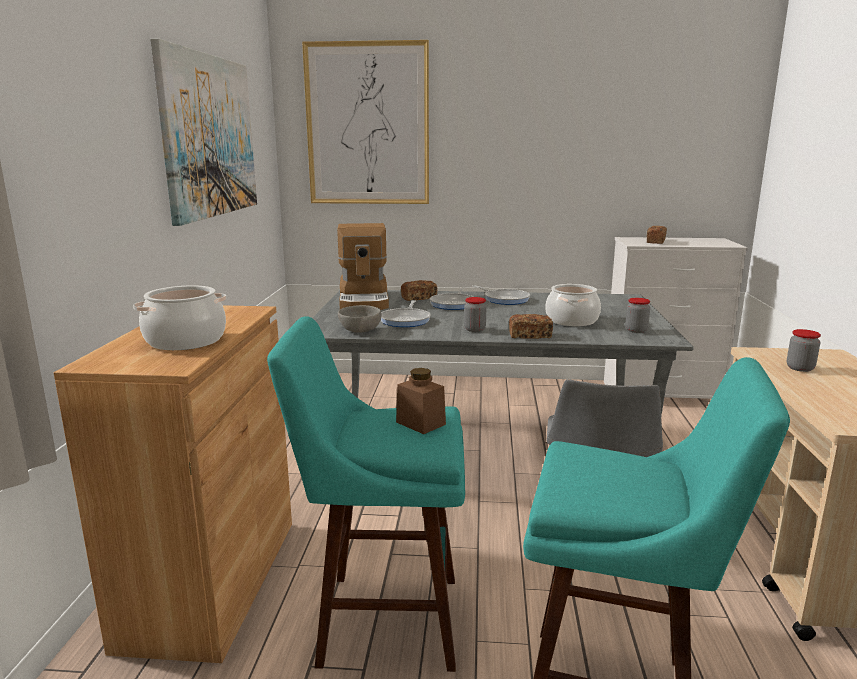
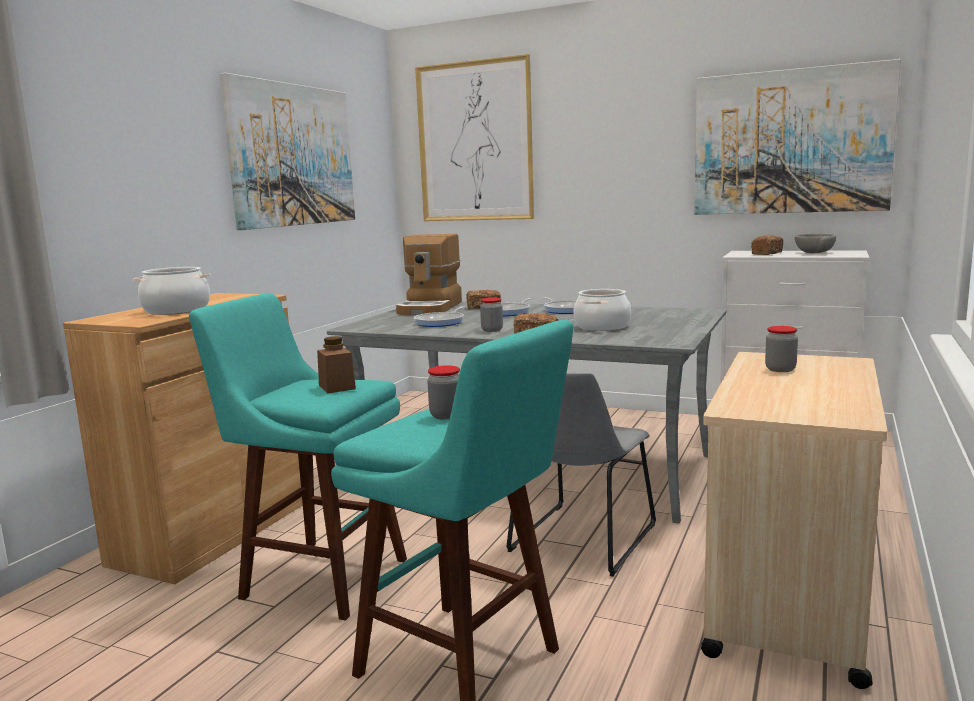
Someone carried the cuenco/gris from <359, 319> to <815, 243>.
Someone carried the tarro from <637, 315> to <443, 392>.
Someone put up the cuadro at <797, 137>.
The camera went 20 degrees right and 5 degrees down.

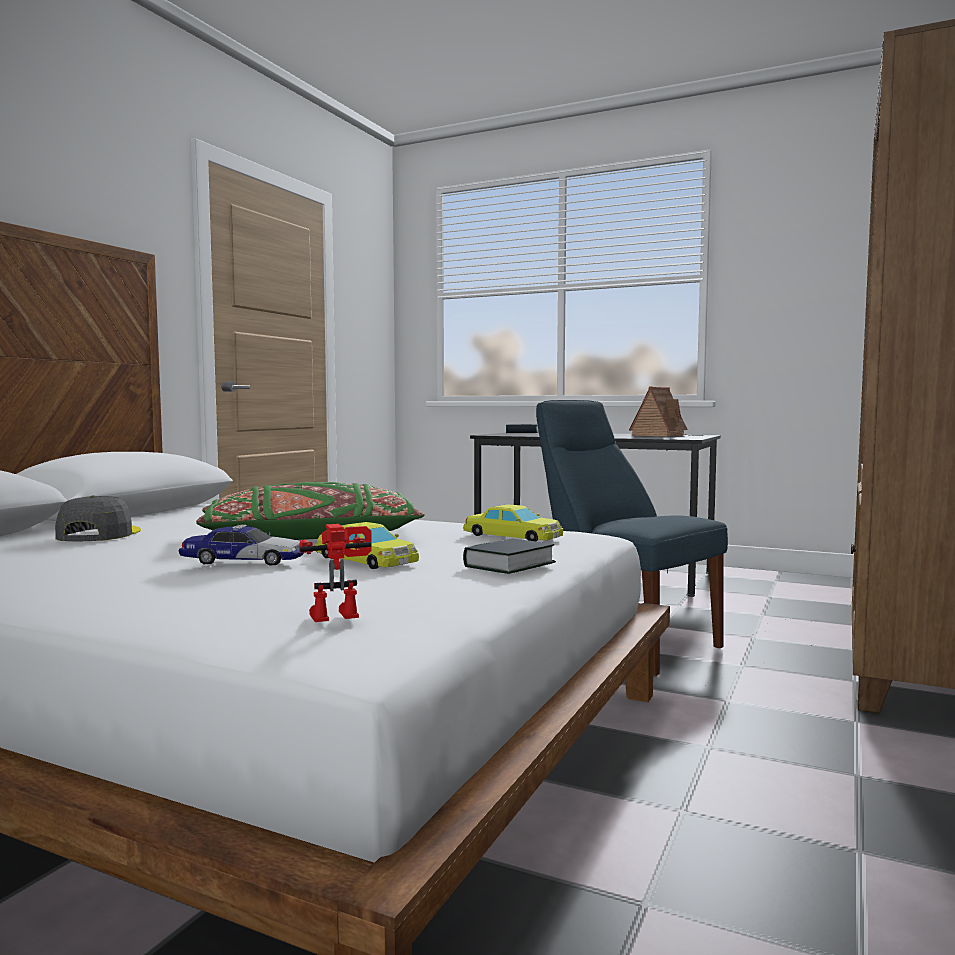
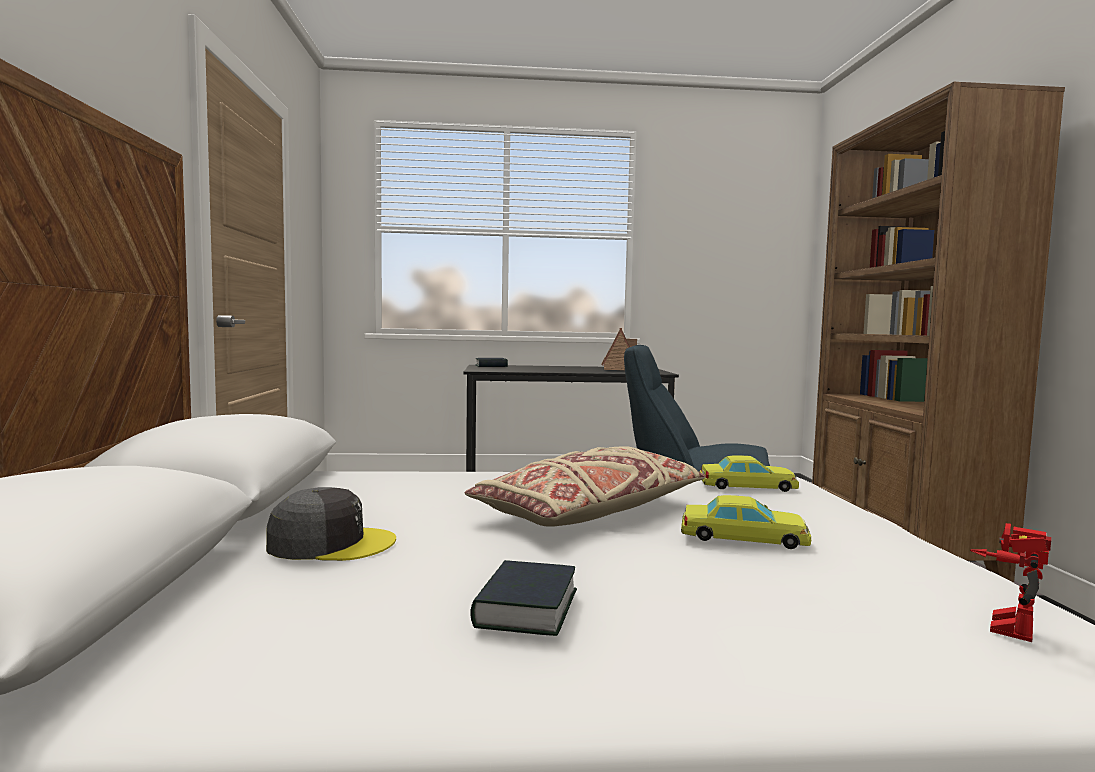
Someone rotated the gorra/gris at <98, 518> by 120 degrees clockwise.
Someone took away the coche de juguete at <241, 545>.
Someone repainted the cojín/verde at <310, 511>, which became the cojín/beis at <585, 486>.
Someone carried the libro from <509, 556> to <523, 598>.
The camera went 30 degrees left and 0 degrees up.

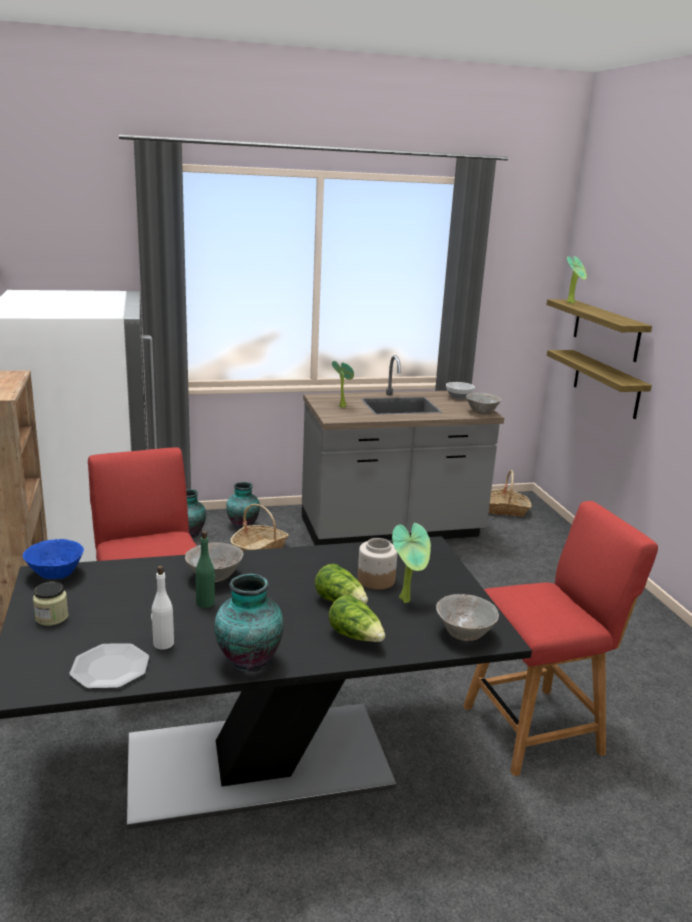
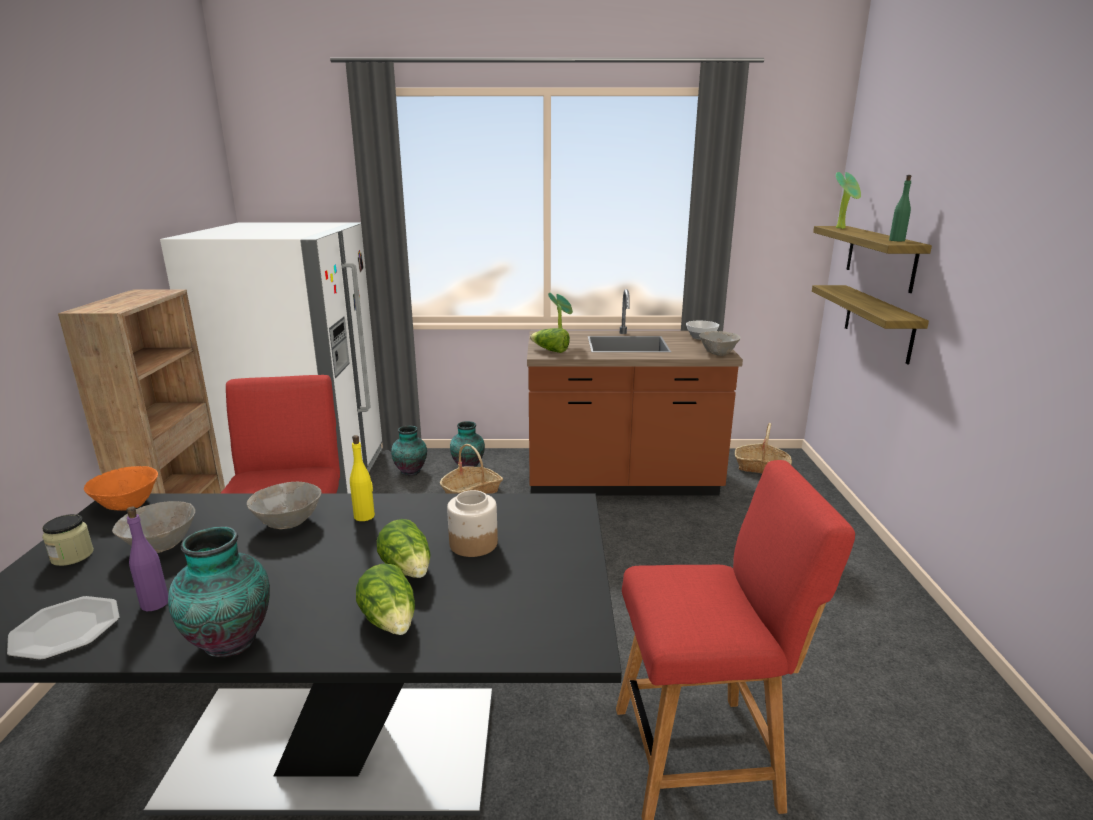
Someone repainted the cuenco/azul at <53, 559>, which became the cuenco/naranja at <121, 488>.
Someone repainted the botella/blanco at <162, 608>, which became the botella/morado at <147, 559>.
Someone carried the botella/verde from <205, 569> to <900, 208>.
Someone repainted the mueble bajo de cocina/gris at <403, 450>, which became the mueble bajo de cocina/marrón at <635, 392>.
Someone took away the planta en maceta at <411, 563>.
Someone carried the cuenco/gris from <467, 617> to <153, 527>.
Someone put down the botella/amarillo at <362, 478>.
Someone put down the lechuga at <550, 340>.
The camera went 15 degrees right and 0 degrees up.

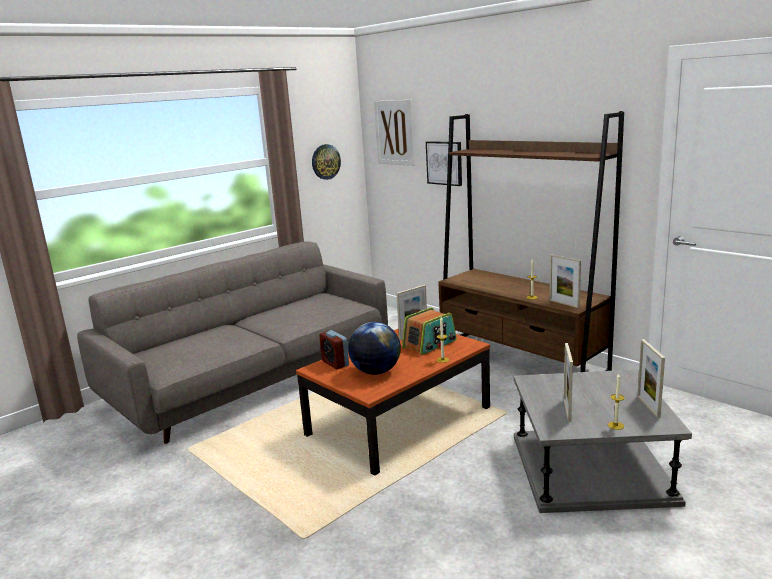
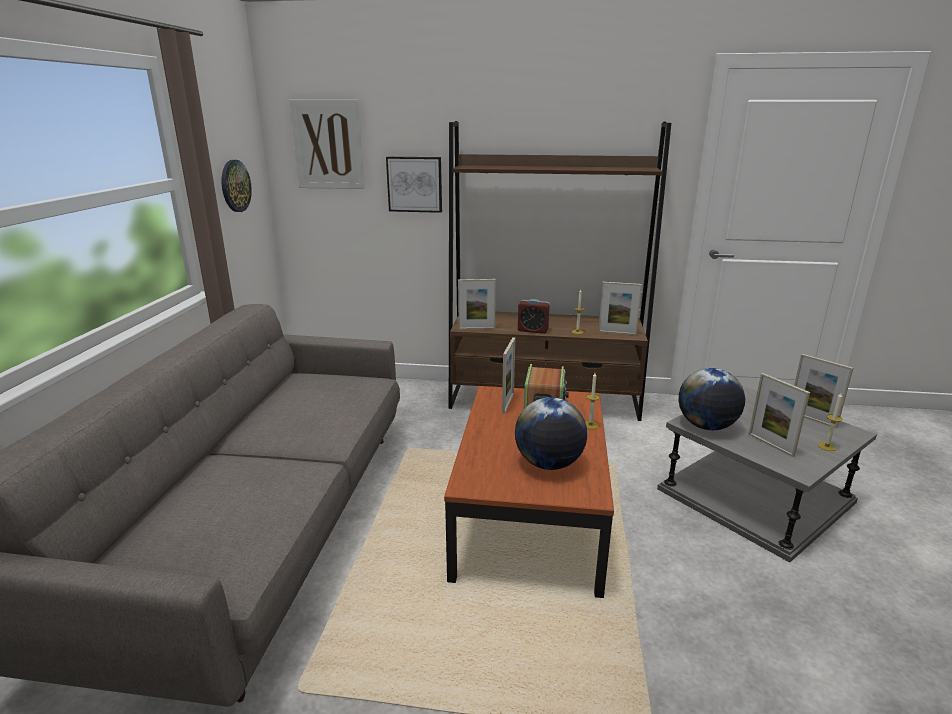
Someone carried the despertador from <334, 349> to <534, 316>.
Someone put down the portarretratos at <477, 304>.
Someone put down the globo terráqueo at <712, 399>.
The camera went 40 degrees left and 5 degrees up.

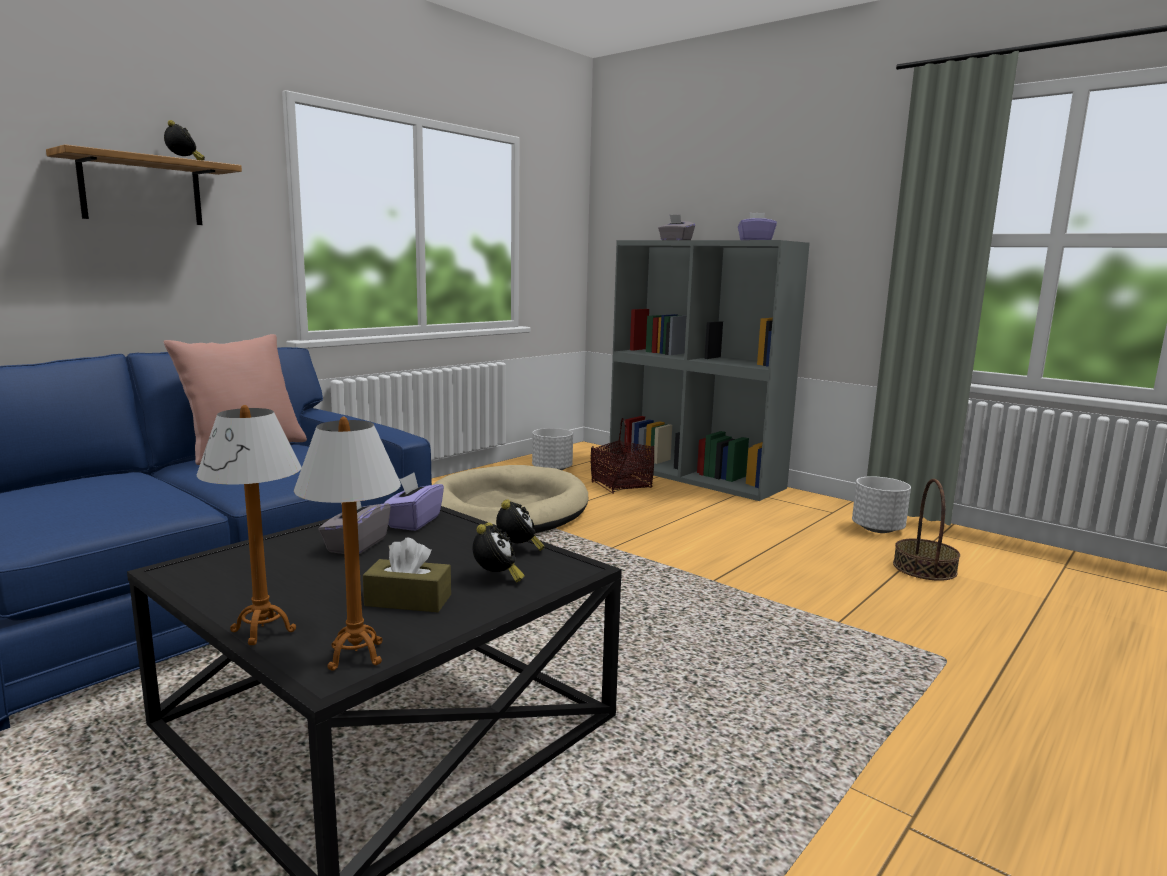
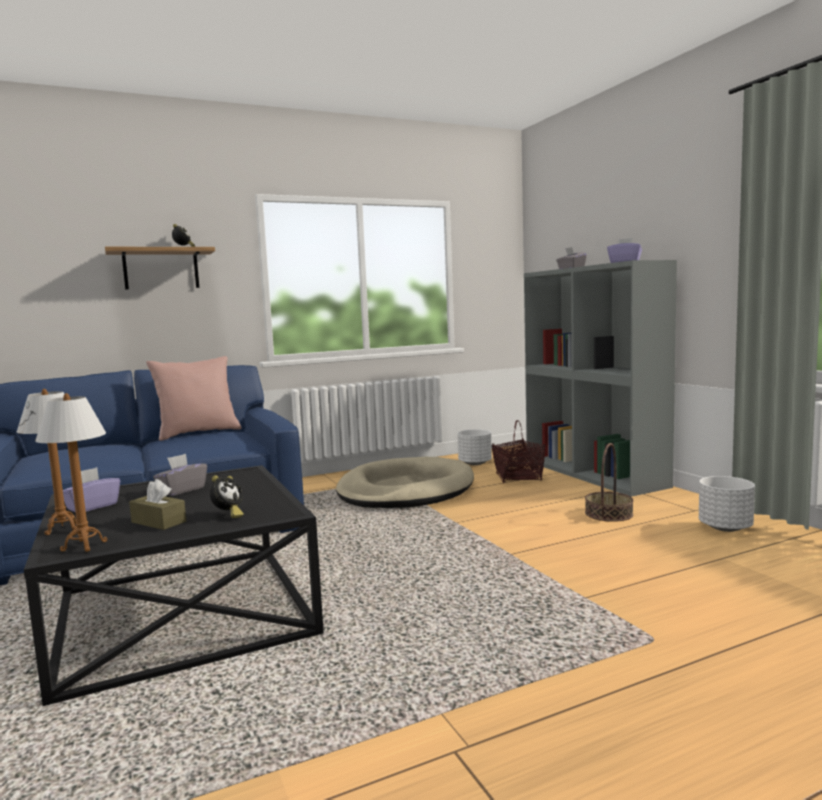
Someone carried the caja de pañuelos/morado from <413, 501> to <91, 490>.
Someone took away the despertador at <520, 525>.
Someone carried the cesta from <926, 530> to <609, 482>.
The camera went 25 degrees right and 5 degrees down.

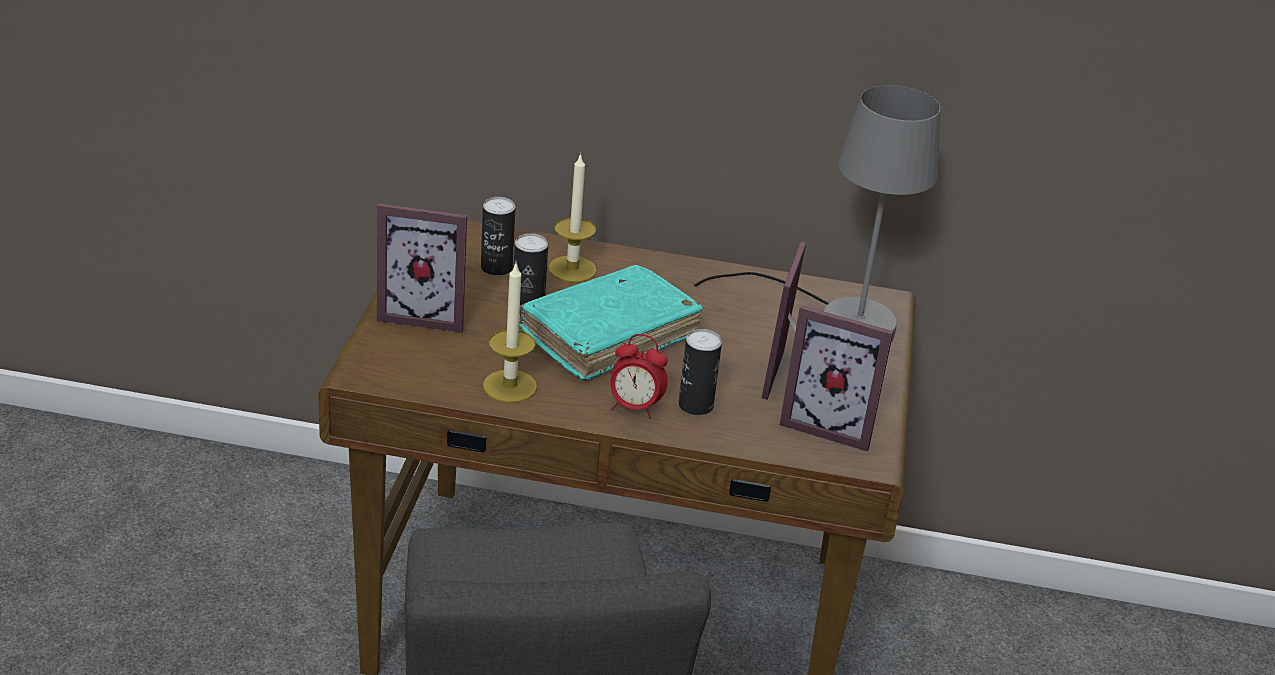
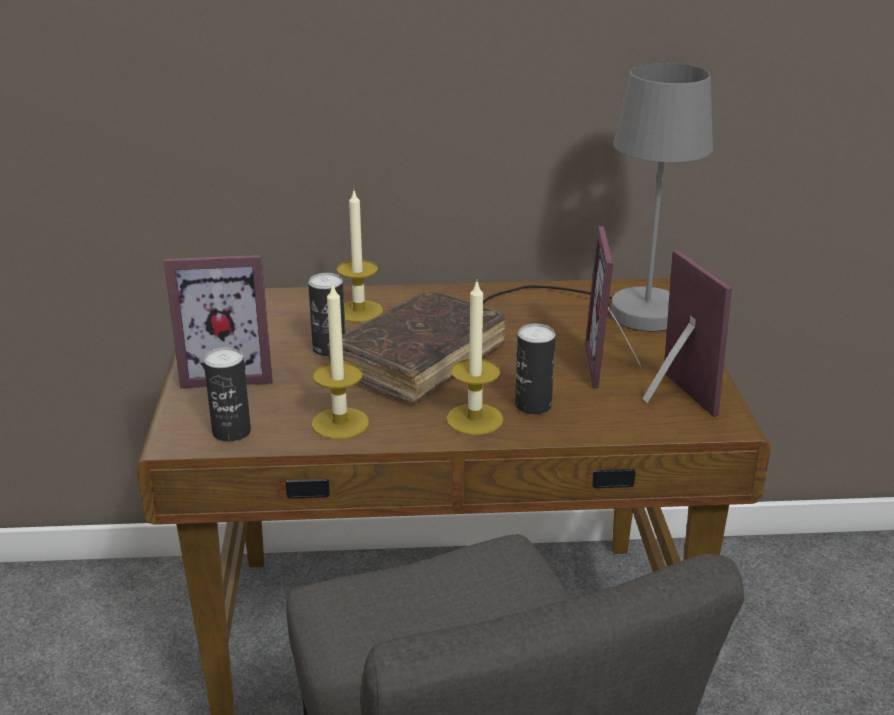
Someone carried the lata from <498, 236> to <227, 394>.
Someone repainted the libro/turquesa at <611, 322>, which became the libro/marrón at <416, 347>.
Someone swapped the despertador at <639, 376> for the vela at <475, 358>.
Someone rotated the portarretratos at <836, 378> by 120 degrees counterclockwise.
The camera went 10 degrees left and 5 degrees down.

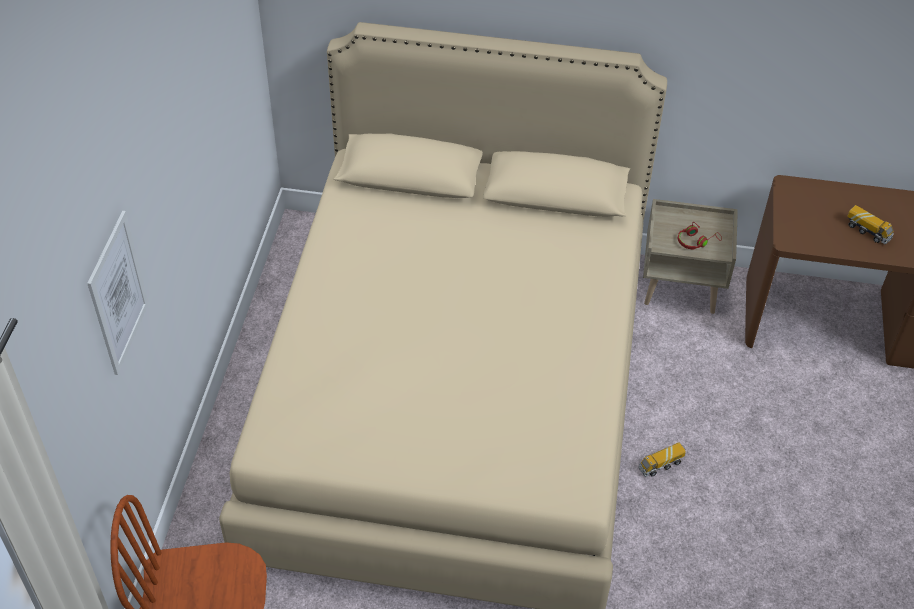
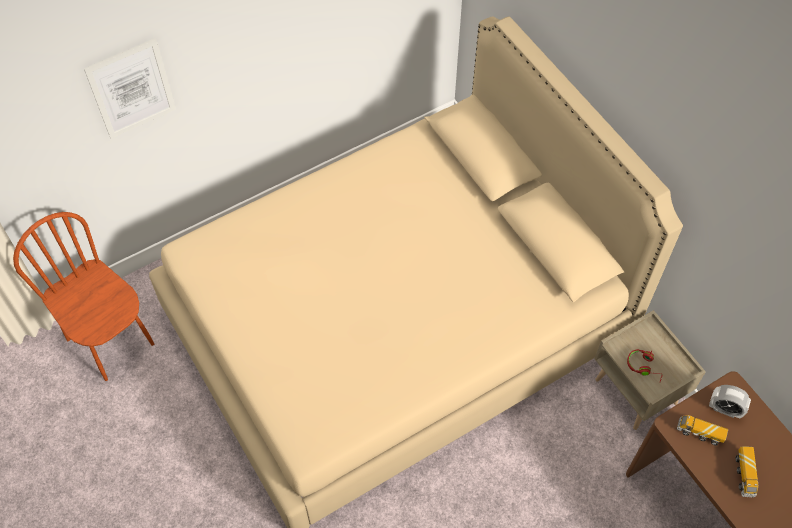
Someone carried the camión de juguete from <662, 459> to <702, 430>.
Someone put down the despertador at <730, 402>.
The camera went 50 degrees right and 10 degrees up.

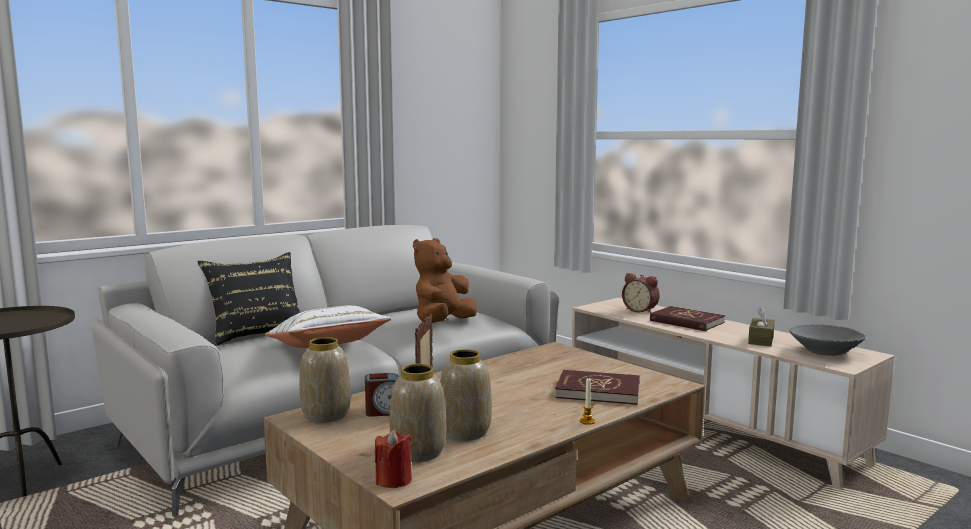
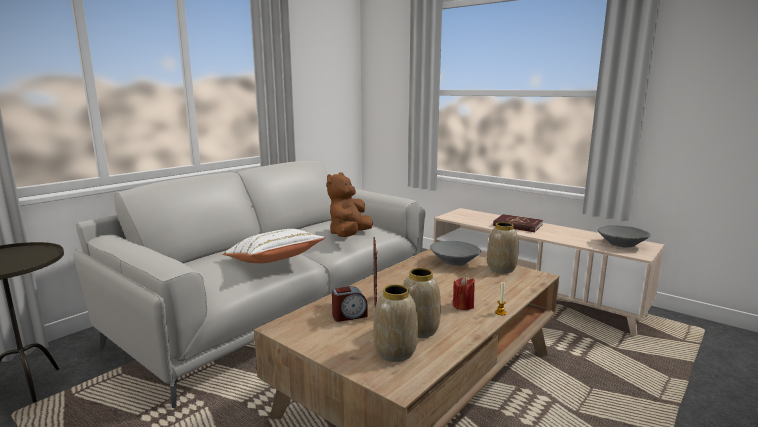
Someone took away the cojín/negro at <248, 299>.
Someone carried the florero from <325, 380> to <503, 247>.
Someone carried the vela/rojo from <393, 458> to <464, 293>.
Someone took away the libro/rojo at <597, 387>.
Someone took away the despertador at <641, 293>.
Someone took away the caja de pañuelos/marrón at <761, 326>.
Someone put down the cuenco/gris at <455, 253>.
The camera went 10 degrees left and 5 degrees up.

